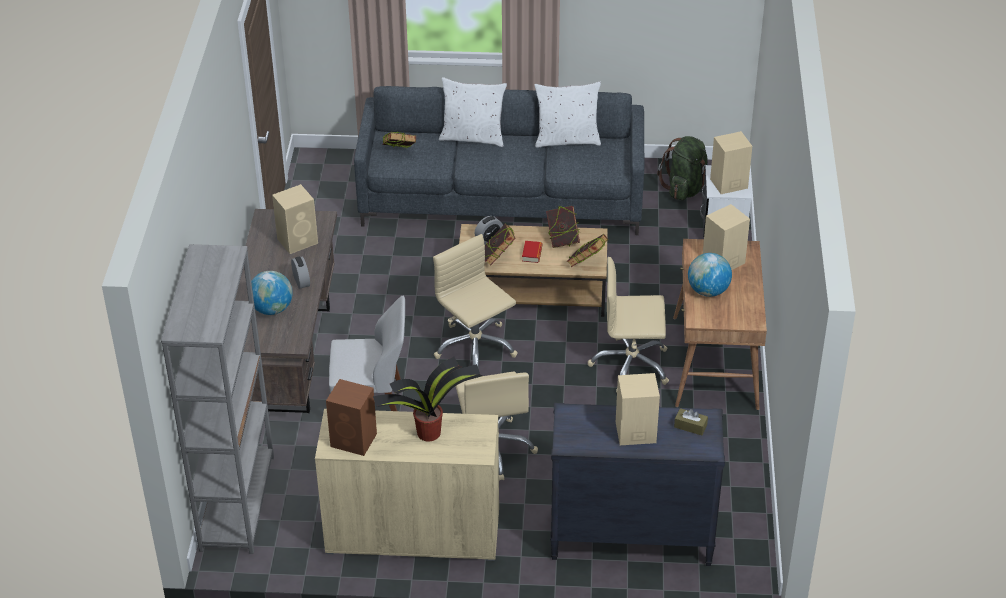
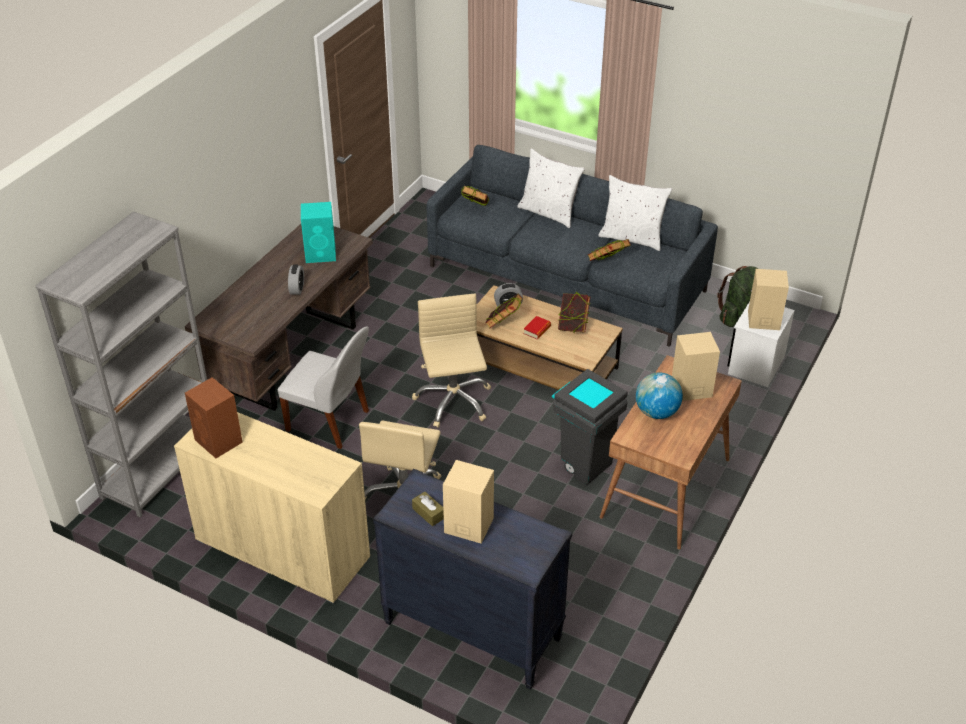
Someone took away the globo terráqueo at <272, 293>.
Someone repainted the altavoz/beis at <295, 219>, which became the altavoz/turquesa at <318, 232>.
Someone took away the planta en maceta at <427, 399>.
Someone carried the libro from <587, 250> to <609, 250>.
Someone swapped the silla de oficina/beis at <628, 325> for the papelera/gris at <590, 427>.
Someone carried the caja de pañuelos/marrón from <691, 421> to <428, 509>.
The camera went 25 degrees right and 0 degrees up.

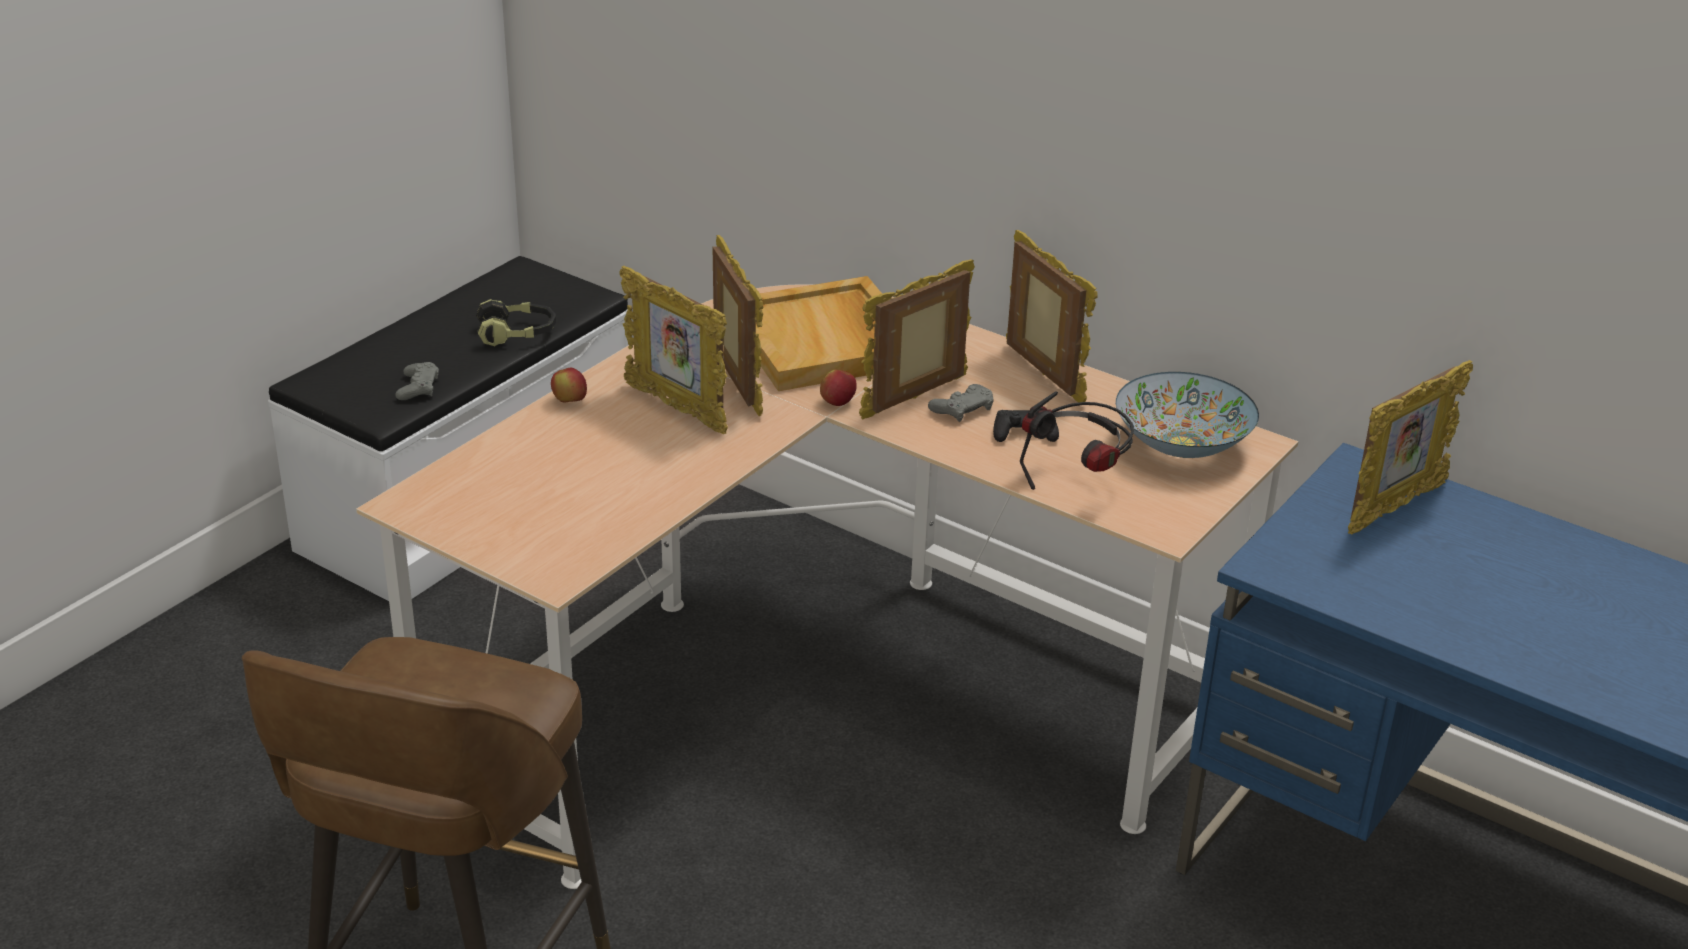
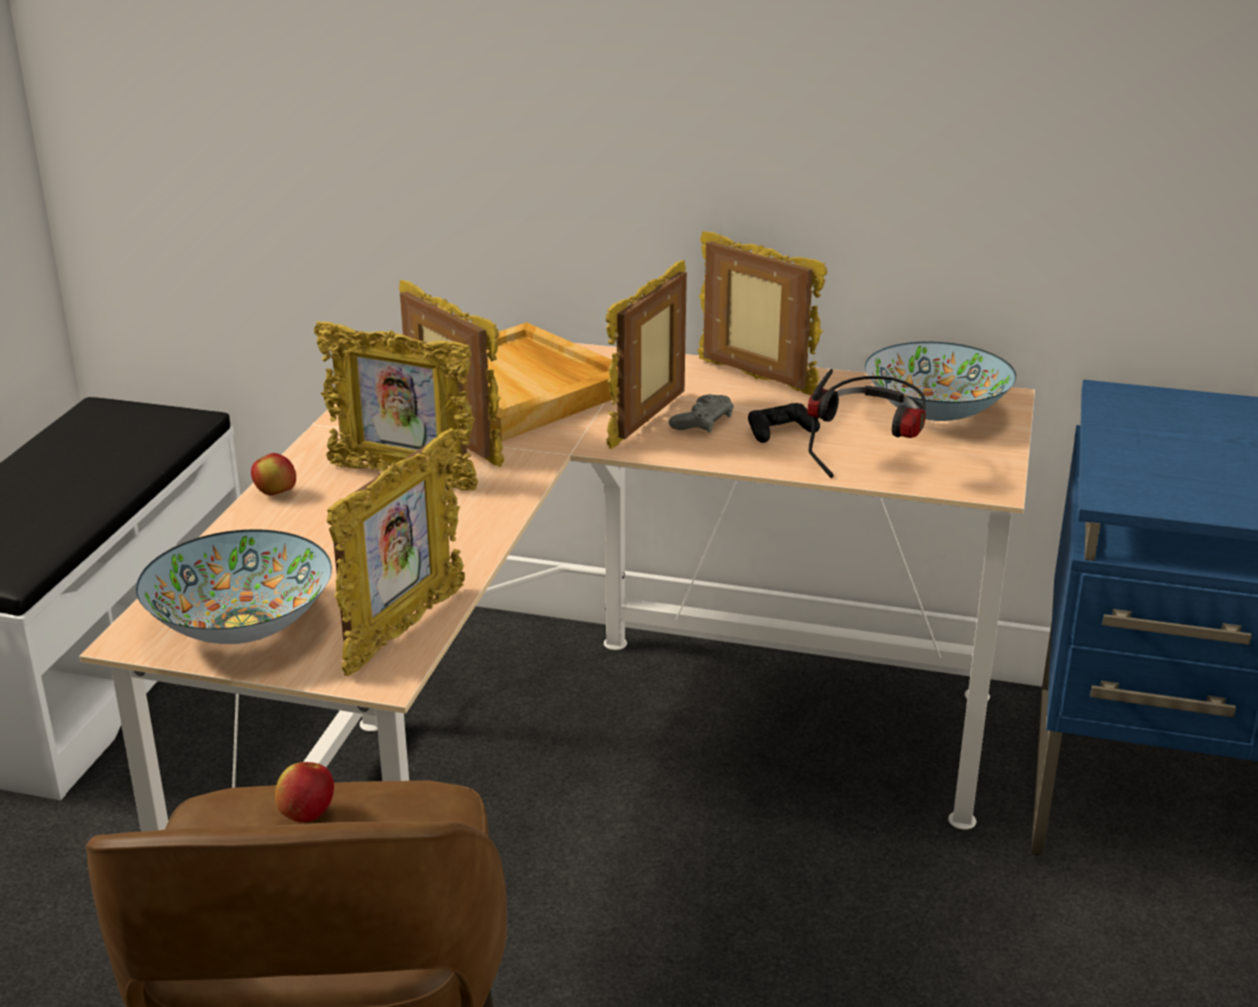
Someone took away the mando de consola/gris at <417, 381>.
Someone took away the auriculares at <516, 322>.
Someone carried the manzana from <838, 388> to <304, 792>.
Someone carried the portarretratos from <1410, 447> to <396, 552>.
Someone put down the cuenco at <234, 586>.
The camera went 20 degrees left and 5 degrees down.

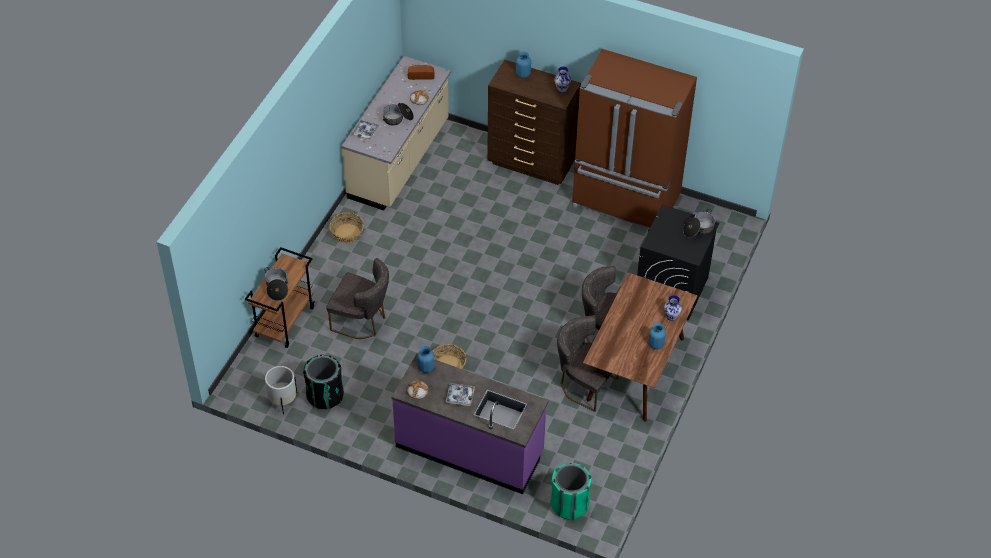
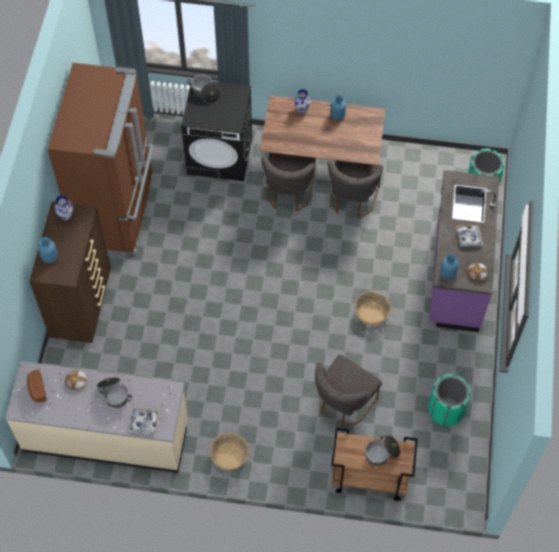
Someone took away the maceta/blanco at <281, 390>.
Someone repainted the papelera/negro at <323, 382>, which became the papelera/verde at <449, 400>.
Someone rotated the silla/gris at <357, 298> by 150 degrees counterclockwise.
The camera went 105 degrees left and 10 degrees up.

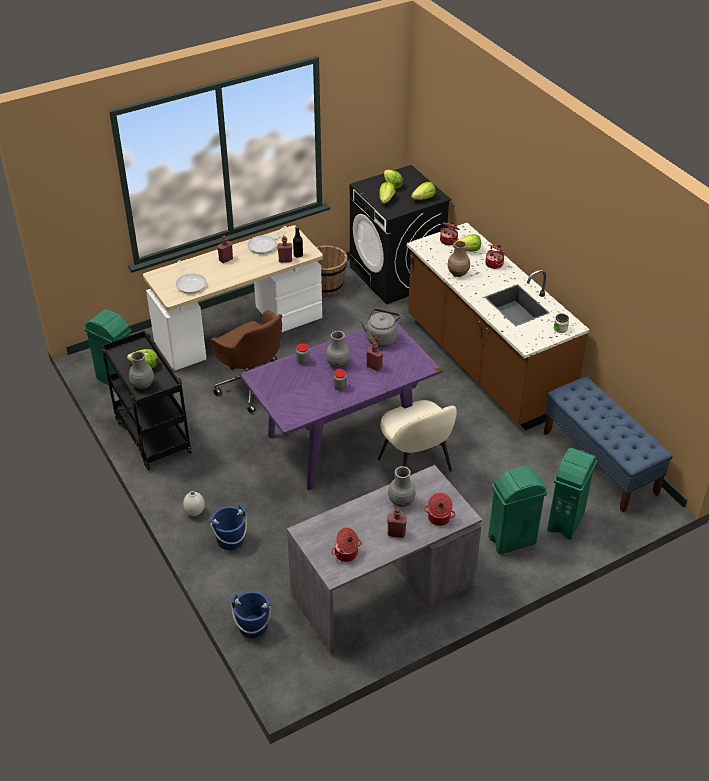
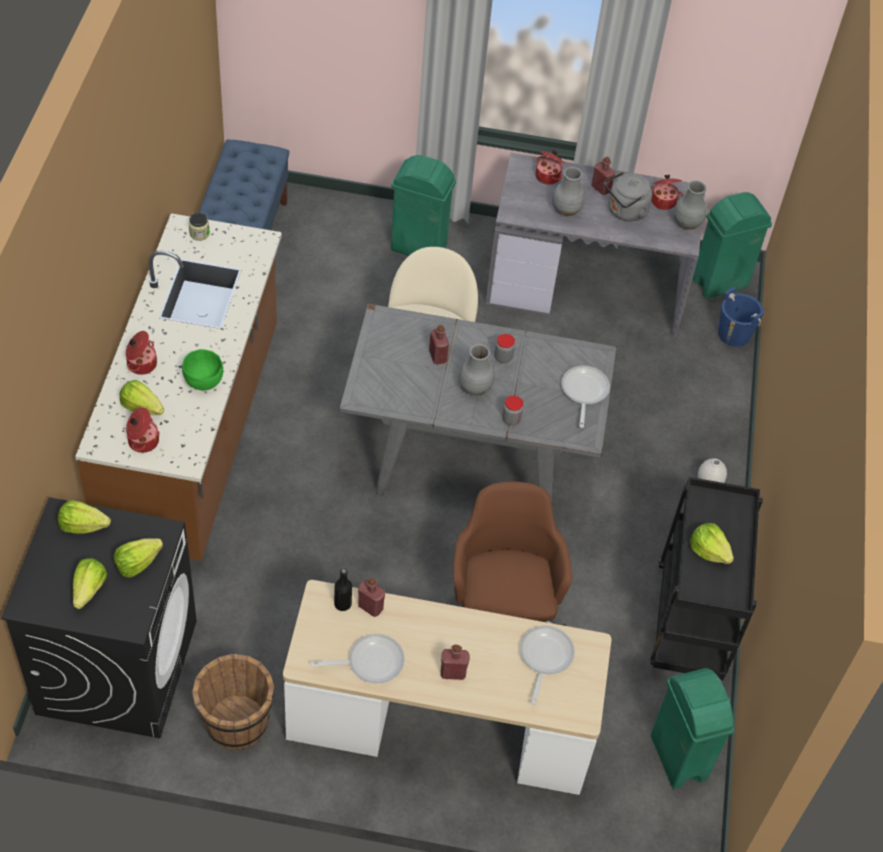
Someone carried the florero/gris from <141, 370> to <690, 205>.
Someone took away the cubo/azul at <228, 527>.
Someone repainted the mesa de comedor/morado at <341, 406>, which became the mesa de comedor/gris at <478, 401>.
Someone carried the hervidor/gris from <381, 328> to <628, 197>.
Someone swapped the florero/marrón at <458, 259> for the cuenco/verde at <202, 369>.
Someone carried the papelera/verde from <572, 494> to <732, 245>.
Someone put down the sartén at <585, 397>.
The camera went 145 degrees left and 10 degrees up.

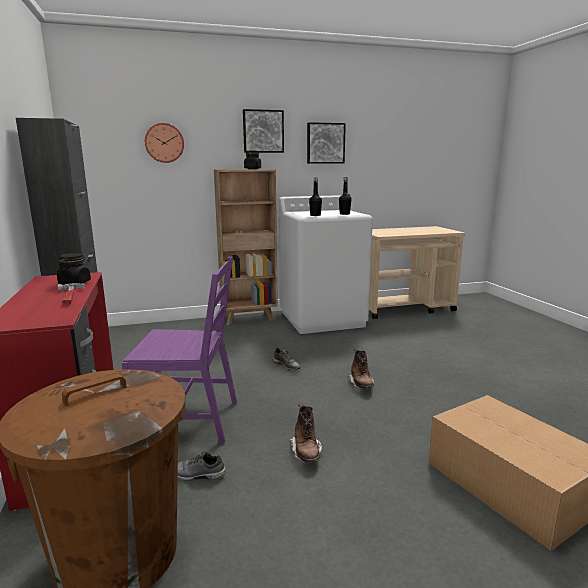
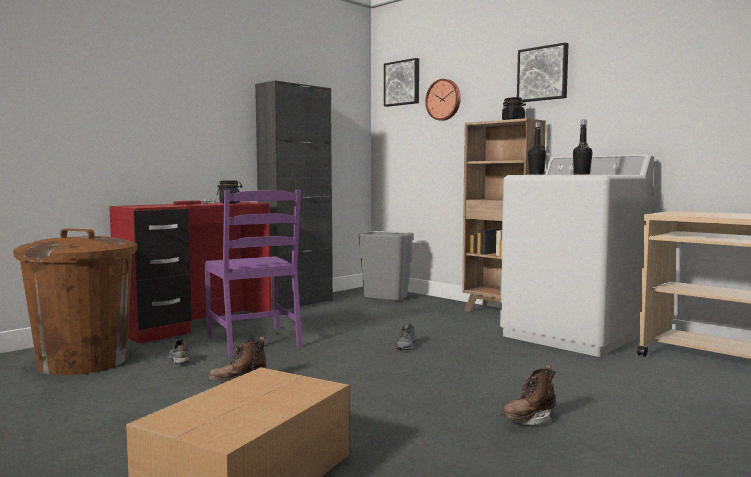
Someone carried the cuadro from <326, 143> to <401, 82>.
Someone carried the bota/marrón from <361, 368> to <528, 395>.
Someone put down the papelera/gris at <386, 266>.
The camera went 60 degrees right and 10 degrees down.

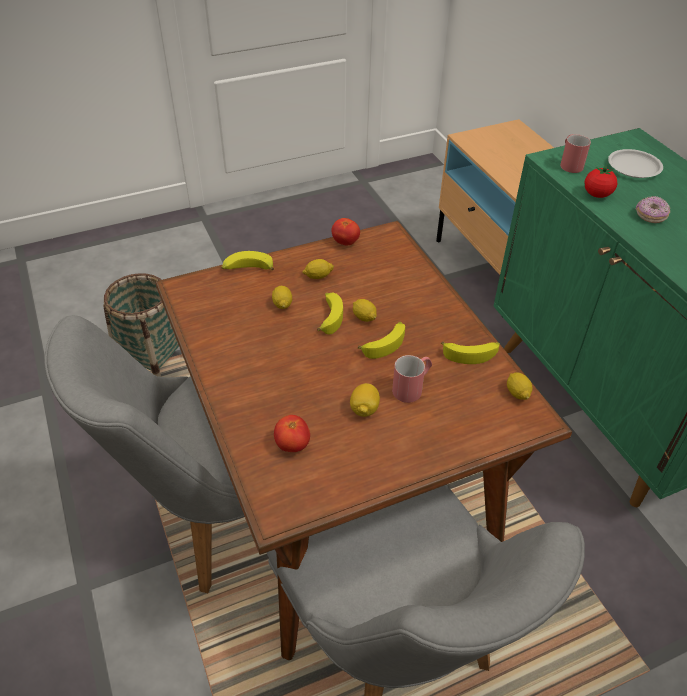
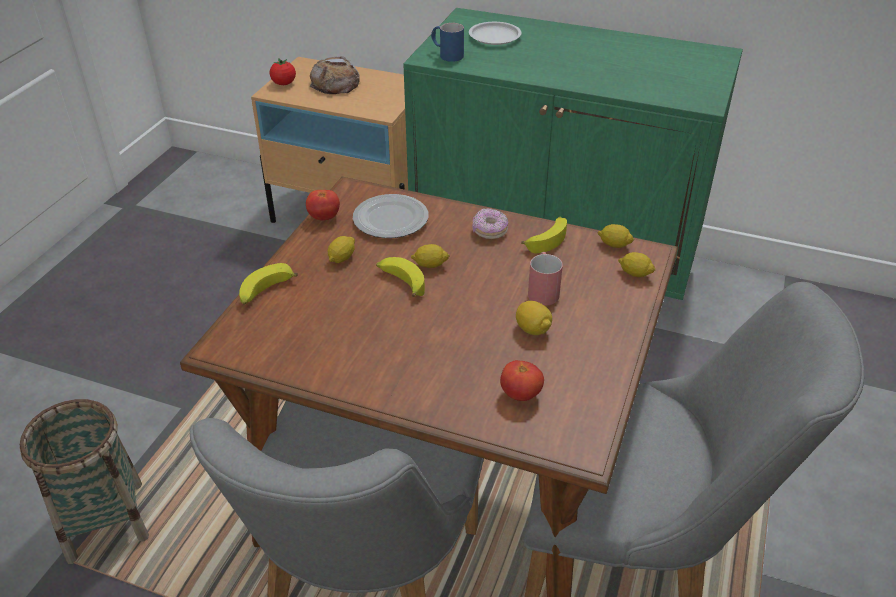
Someone carried the limón from <282, 297> to <637, 264>.
Someone took away the plátano at <381, 340>.
Someone repainted the taza grande/rojo at <575, 153>, which became the taza grande/azul at <447, 42>.
Someone carried the tomate from <601, 181> to <282, 71>.
Someone carried the rosquilla from <652, 209> to <490, 223>.
Someone put down the pan at <334, 75>.
Someone put down the plato at <391, 216>.
The camera went 45 degrees left and 5 degrees down.

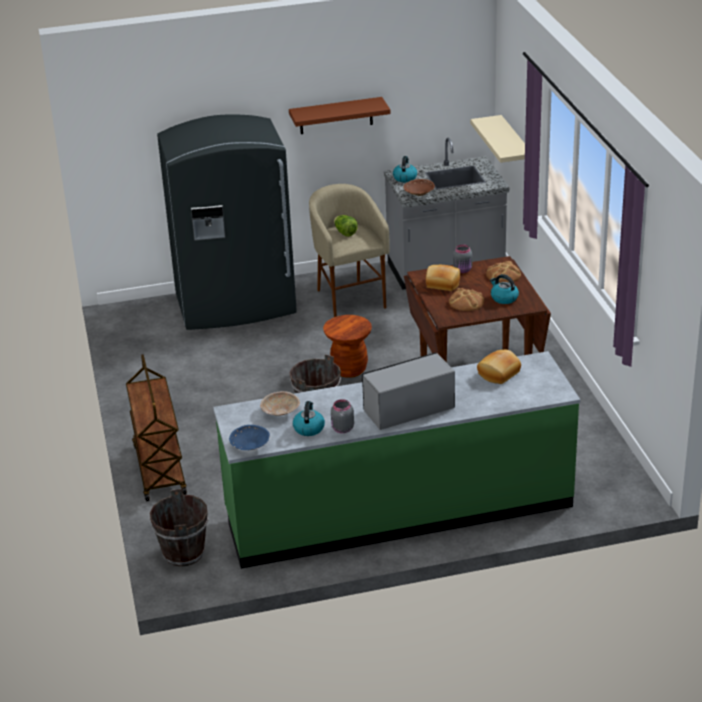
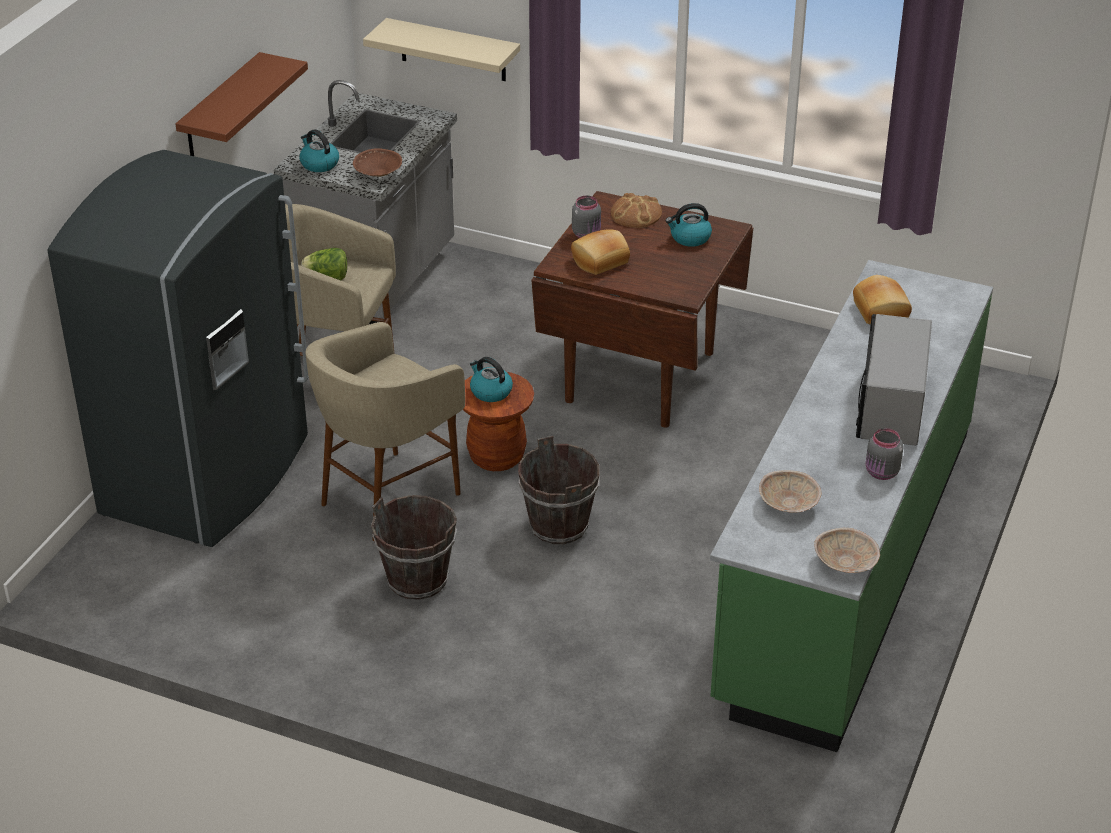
Someone took away the carrito/marrón at <156, 428>.
Someone carried the cubo/marrón from <179, 528> to <414, 547>.
Someone repainted the cuenco/azul at <249, 437>, which became the cuenco/beis at <847, 550>.
Someone carried the hervidor from <309, 418> to <491, 379>.
Someone took away the pan at <466, 299>.
Someone put down the taburete/beis at <385, 431>.
The camera went 55 degrees left and 5 degrees up.

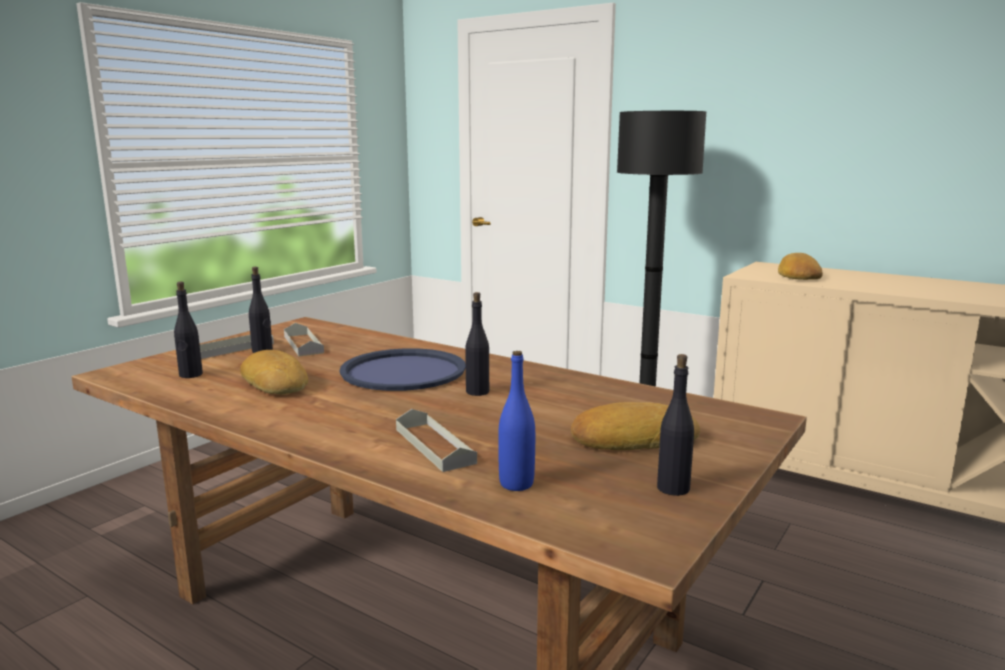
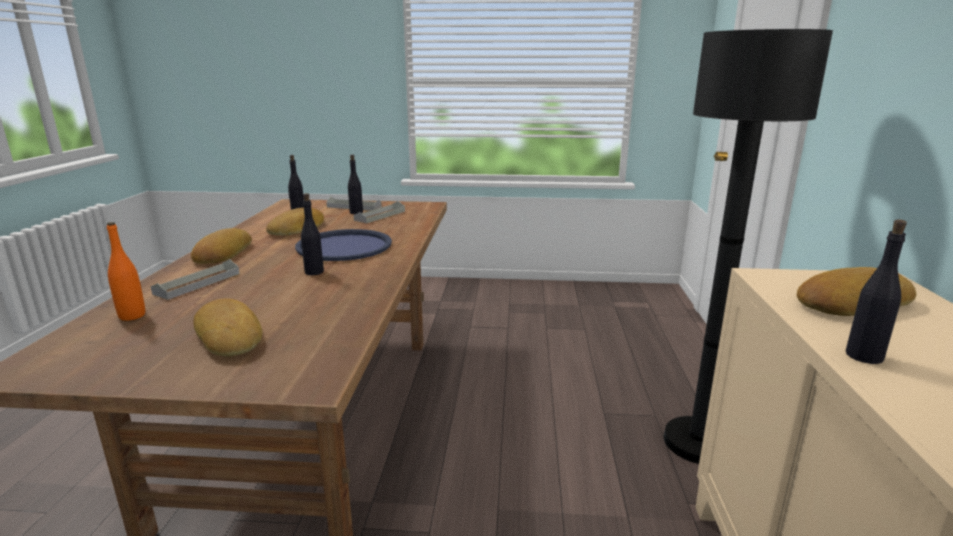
Someone repainted the botella/azul at <516, 421>, which became the botella/naranja at <126, 271>.
Someone carried the botella/negro from <675, 425> to <876, 292>.
Someone put down the pan at <221, 246>.
The camera went 60 degrees right and 5 degrees up.

